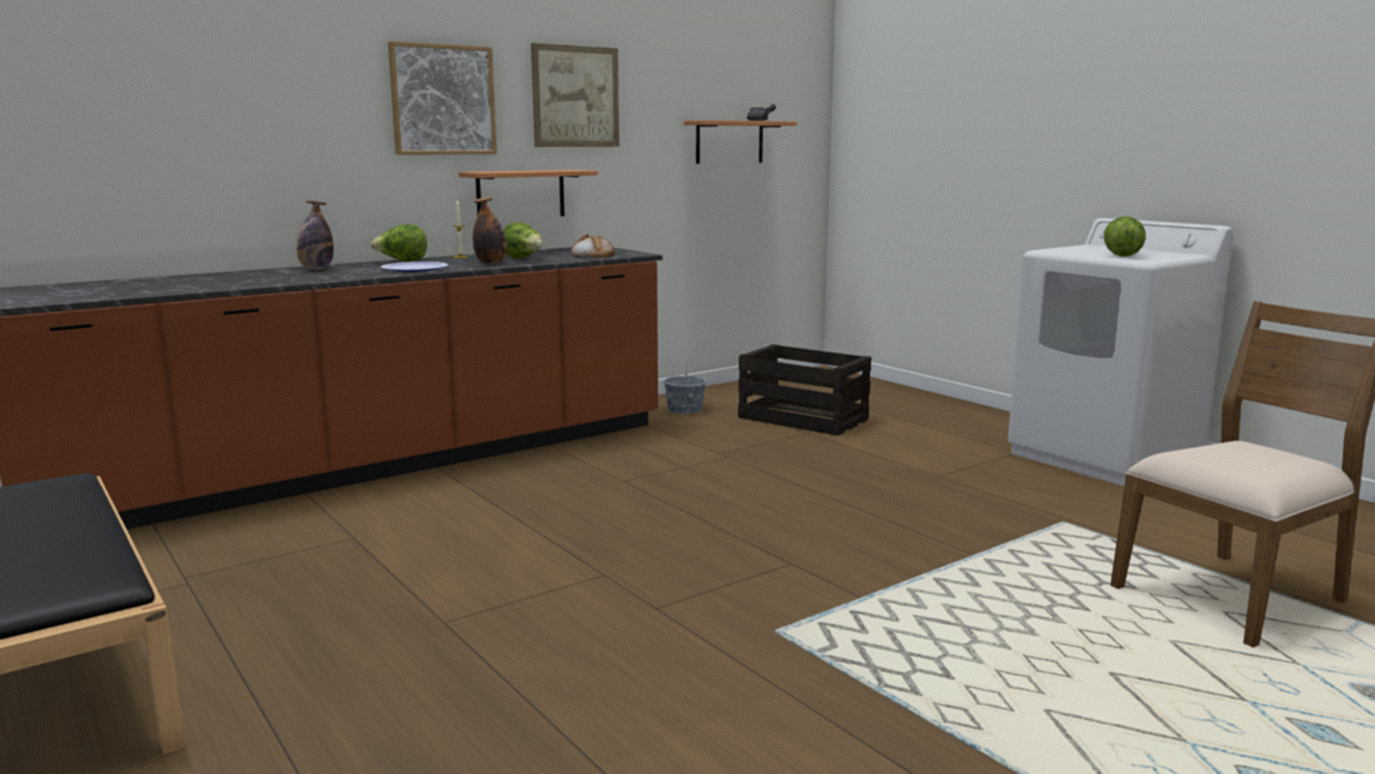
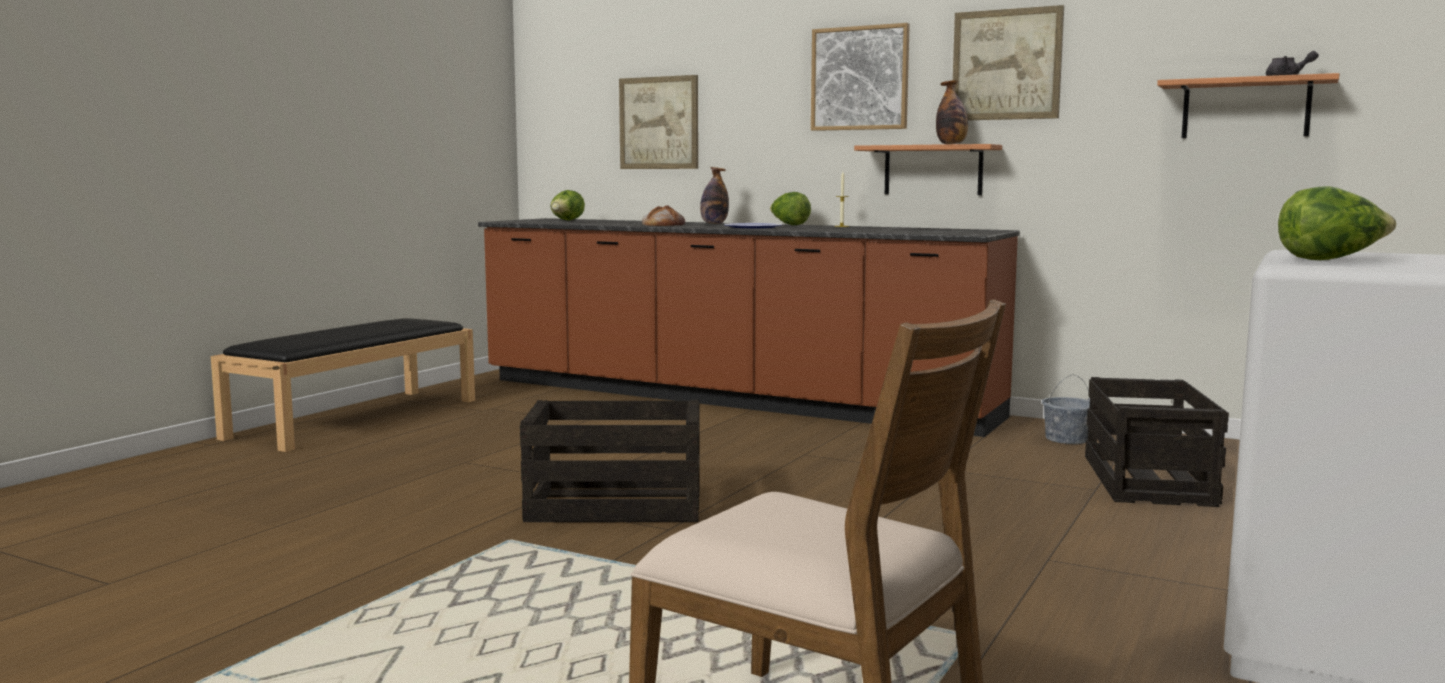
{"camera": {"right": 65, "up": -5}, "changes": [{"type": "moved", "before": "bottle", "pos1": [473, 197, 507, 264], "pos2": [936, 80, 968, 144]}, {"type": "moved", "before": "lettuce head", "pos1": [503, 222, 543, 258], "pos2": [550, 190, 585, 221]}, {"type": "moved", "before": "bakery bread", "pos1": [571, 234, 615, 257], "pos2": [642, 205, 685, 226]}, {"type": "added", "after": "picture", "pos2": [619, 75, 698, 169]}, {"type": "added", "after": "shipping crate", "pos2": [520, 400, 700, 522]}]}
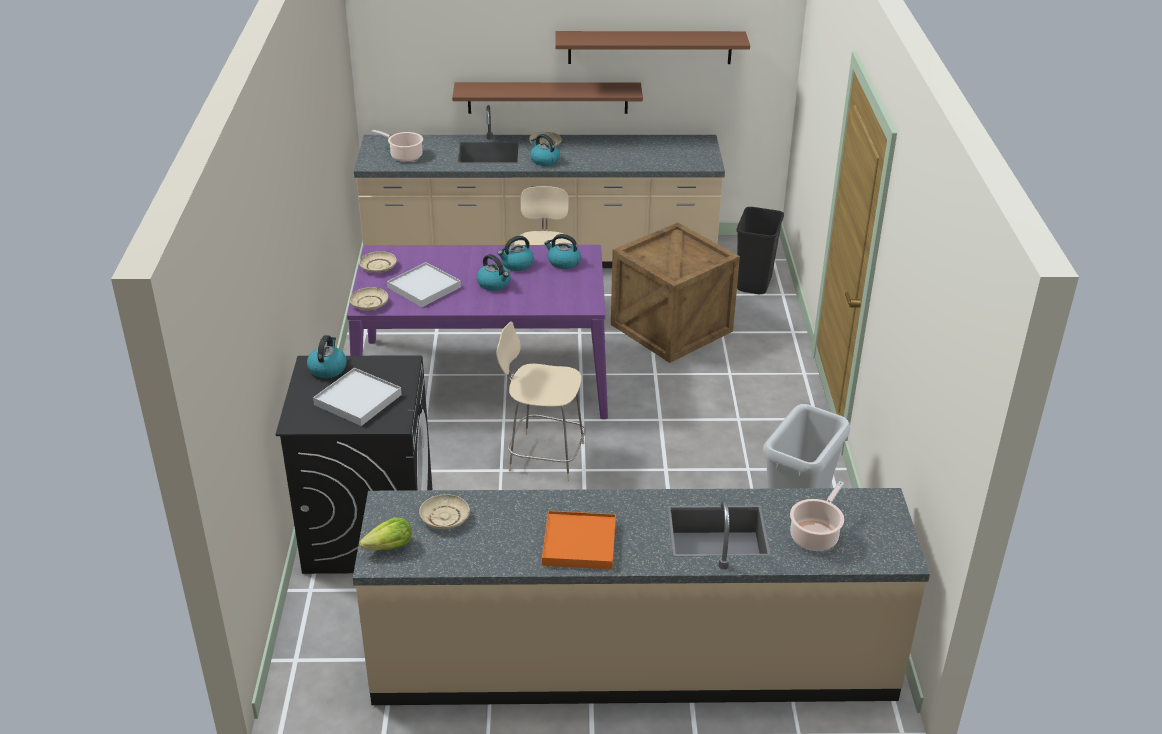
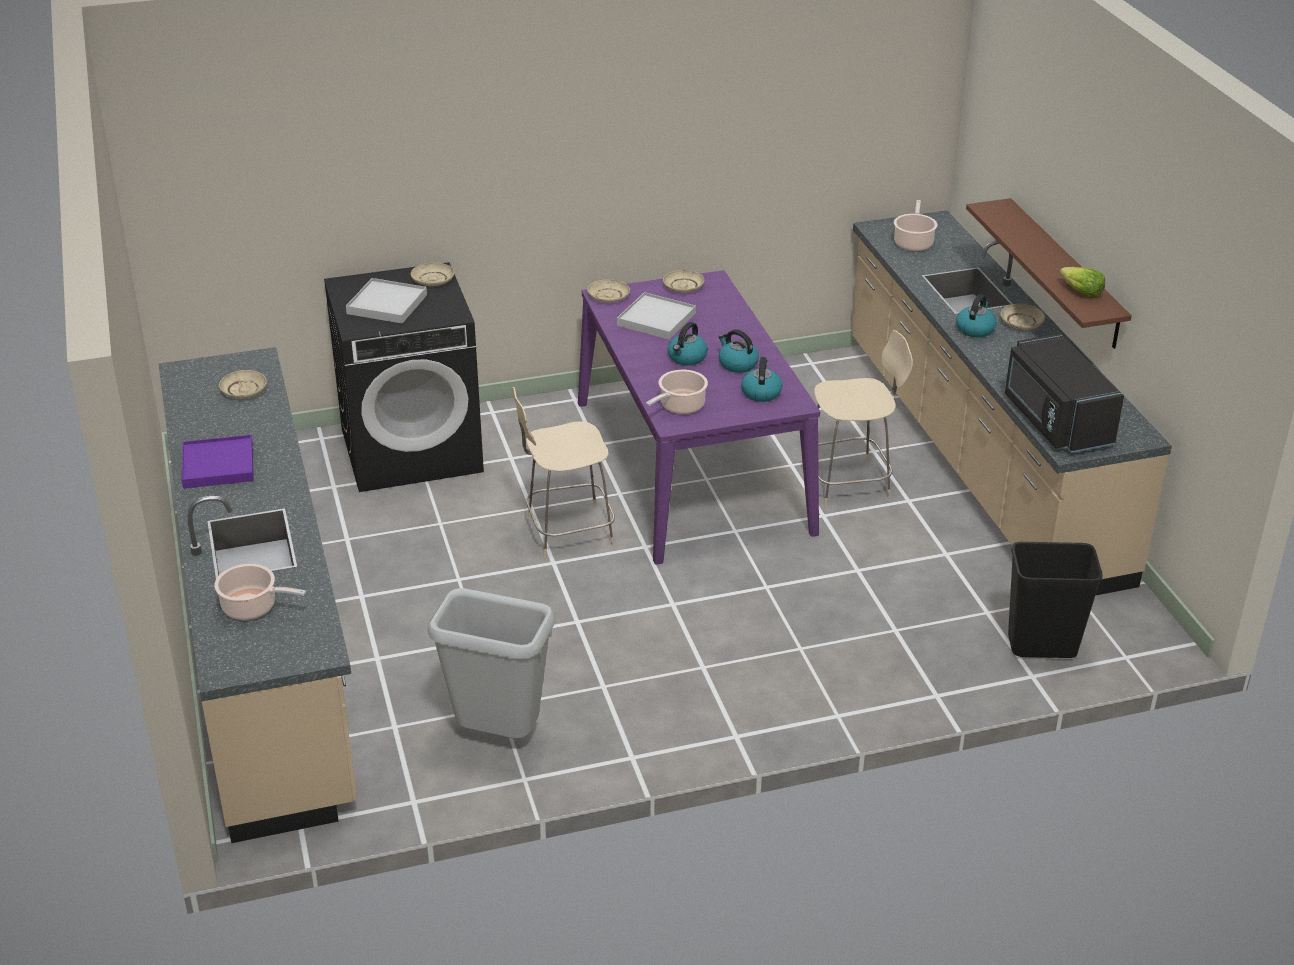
{"camera": {"right": 75, "up": 0}, "changes": [{"type": "removed", "before": "brownish shelf", "pos1": [555, 31, 750, 64]}, {"type": "removed", "before": "shipping crate", "pos1": [611, 222, 740, 363]}, {"type": "turned", "before": "beige-coloured chair", "pos1": [497, 321, 586, 481], "pos2": [512, 387, 615, 558], "turn": -105}, {"type": "replaced", "before": "water kettle", "after": "beige-coloured dinner plate", "pos1": [307, 335, 347, 378], "pos2": [411, 263, 455, 286]}, {"type": "recoloured", "before": "orange tray", "after": "purplish tray", "pos1": [542, 511, 616, 569], "pos2": [182, 435, 254, 489]}, {"type": "moved", "before": "lettuce head", "pos1": [359, 517, 412, 550], "pos2": [1060, 267, 1105, 297]}, {"type": "added", "after": "blackish microwave", "pos2": [1005, 334, 1124, 453]}, {"type": "added", "after": "stockpot", "pos2": [646, 370, 708, 414]}]}
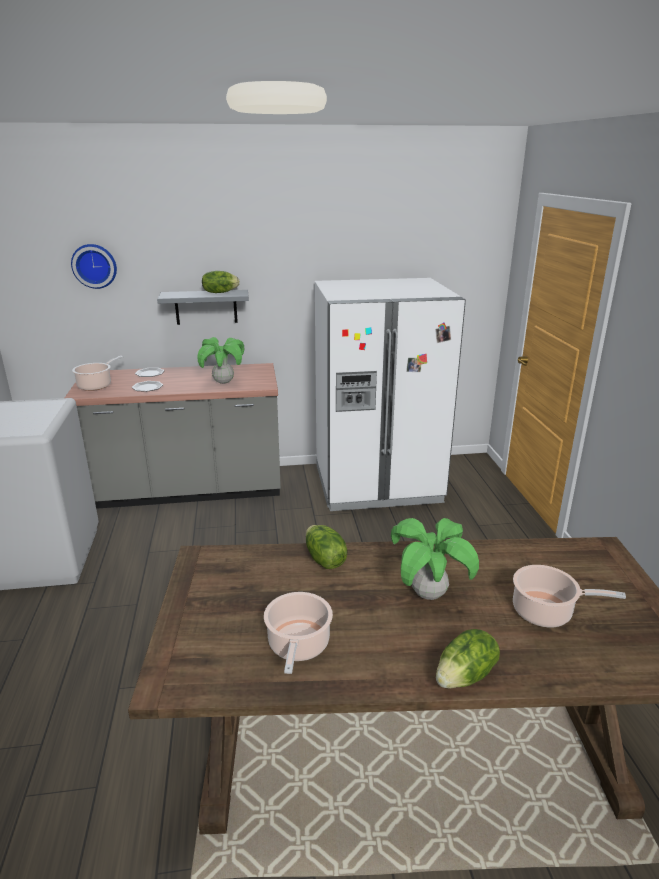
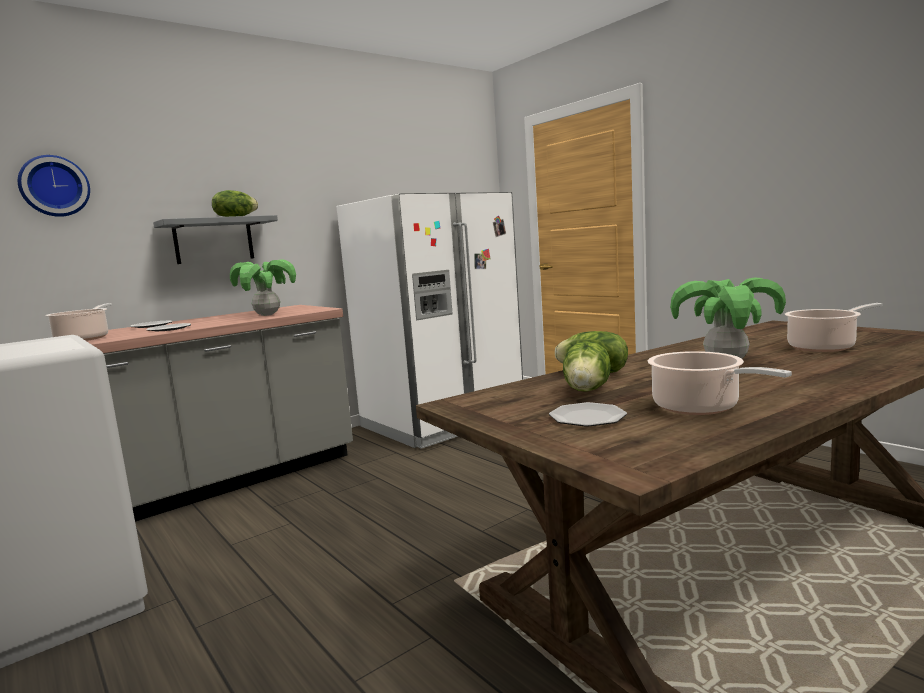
{"camera": {"right": -30, "up": -15}, "changes": [{"type": "moved", "before": "lettuce head", "pos1": [436, 629, 500, 688], "pos2": [563, 341, 611, 392]}, {"type": "added", "after": "dinner plate", "pos2": [549, 402, 627, 427]}]}
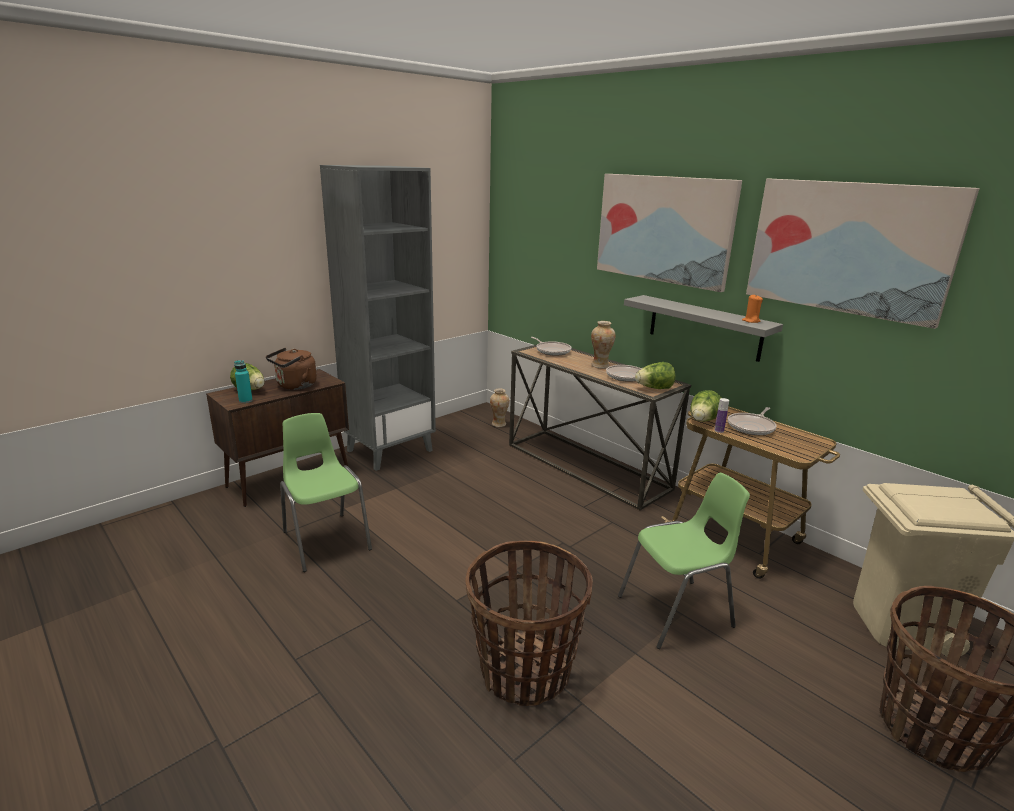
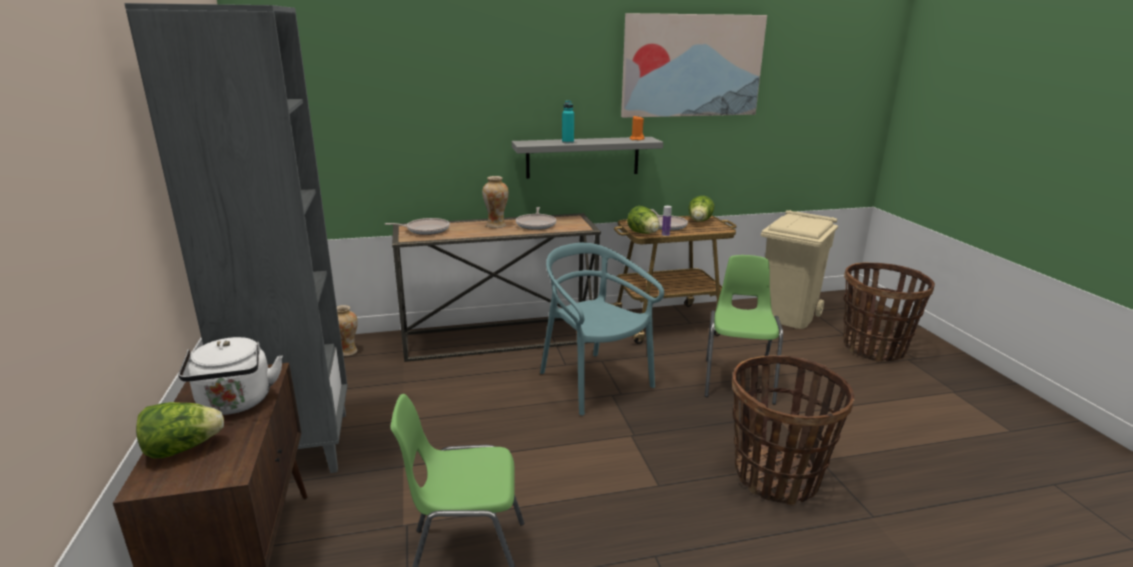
{"camera": {"right": -60, "up": 0}, "changes": [{"type": "removed", "before": "picture", "pos1": [597, 174, 742, 292]}, {"type": "recoloured", "before": "brownish water kettle", "after": "white water kettle", "pos1": [266, 348, 317, 390], "pos2": [178, 337, 283, 415]}, {"type": "moved", "before": "turquoise bottle", "pos1": [234, 360, 252, 403], "pos2": [562, 100, 574, 143]}, {"type": "moved", "before": "lettuce head", "pos1": [635, 362, 675, 389], "pos2": [689, 196, 714, 222]}, {"type": "added", "after": "turquoise chair", "pos2": [540, 242, 664, 415]}]}
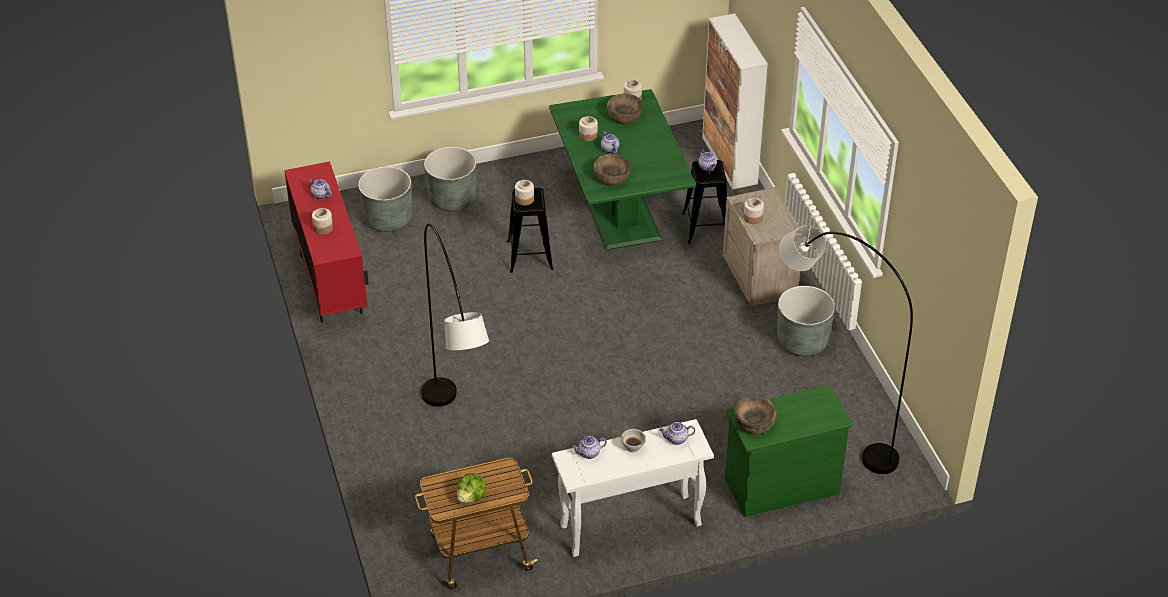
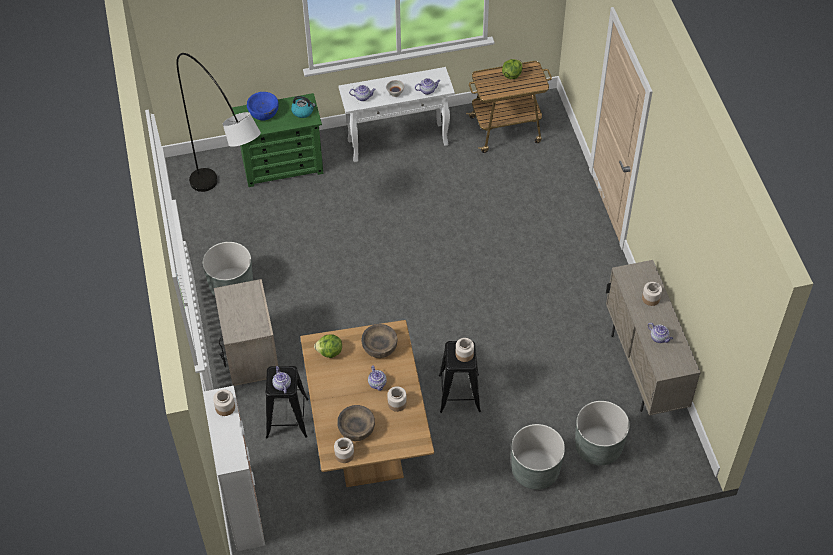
{"camera": {"right": -175, "up": 10}, "changes": [{"type": "recoloured", "before": "greenish dining table", "after": "brownish dining table", "pos1": [549, 89, 696, 250], "pos2": [300, 320, 434, 487]}, {"type": "recoloured", "before": "red-coloured cabinet", "after": "beige-coloured cabinet", "pos1": [284, 161, 369, 323], "pos2": [606, 260, 701, 416]}, {"type": "moved", "before": "jar", "pos1": [744, 198, 764, 224], "pos2": [213, 390, 235, 416]}, {"type": "removed", "before": "gray floor lamp", "pos1": [421, 224, 489, 407]}, {"type": "replaced", "before": "brownish deep dish", "after": "water kettle", "pos1": [734, 396, 777, 434], "pos2": [291, 96, 316, 118]}, {"type": "added", "after": "blue-coloured deep dish", "pos2": [247, 92, 279, 120]}, {"type": "added", "after": "lettuce head", "pos2": [314, 334, 342, 358]}]}
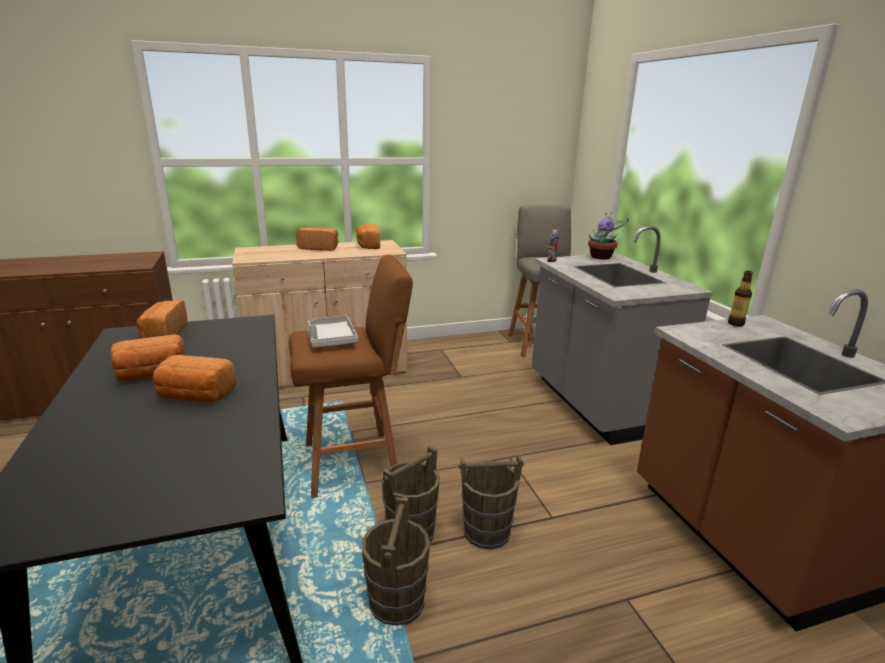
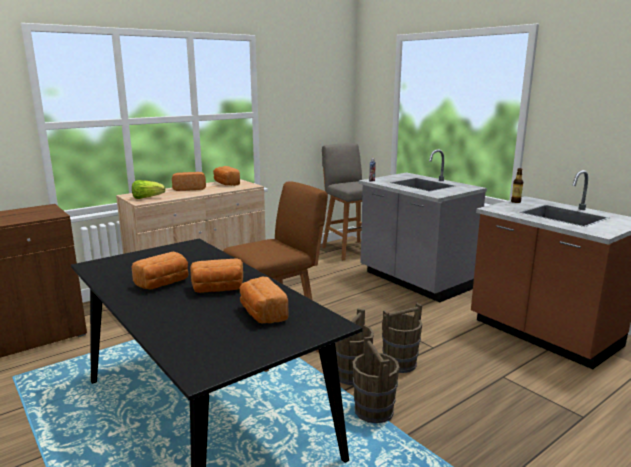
{"camera": {"right": -20, "up": -5}, "changes": [{"type": "removed", "before": "plant in a pot", "pos1": [588, 212, 629, 260]}, {"type": "moved", "before": "bakery bread", "pos1": [136, 300, 187, 339], "pos2": [240, 276, 288, 323]}, {"type": "removed", "before": "gray tray", "pos1": [308, 316, 358, 347]}, {"type": "added", "after": "lettuce head", "pos2": [132, 180, 166, 199]}]}
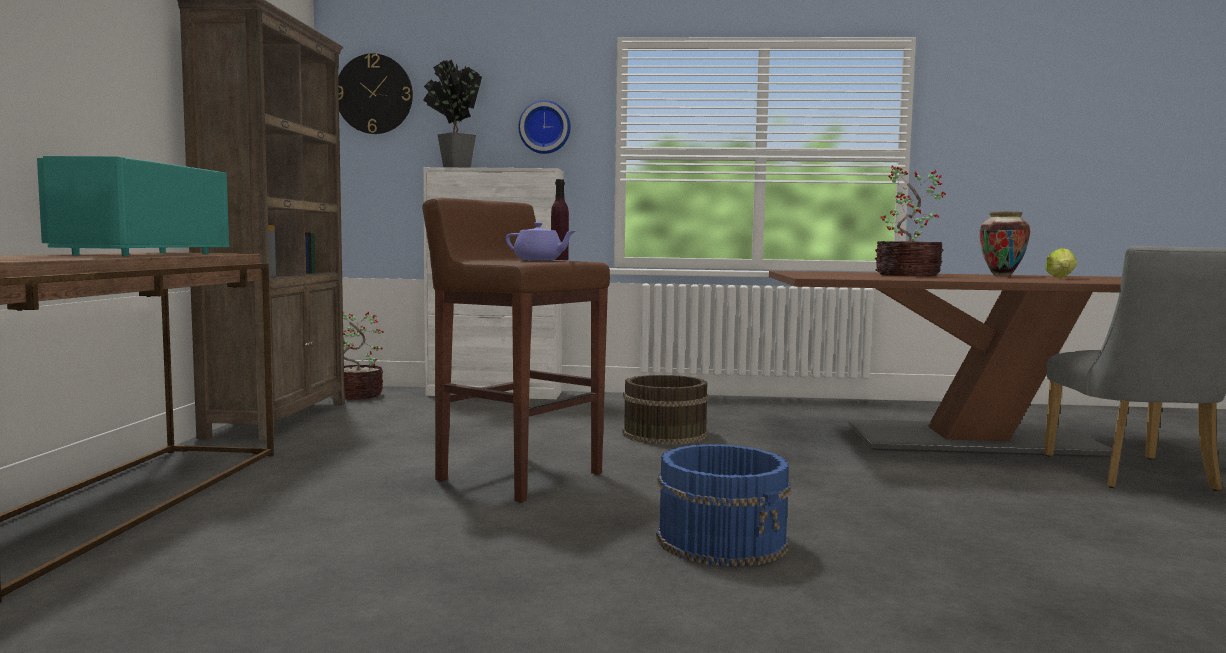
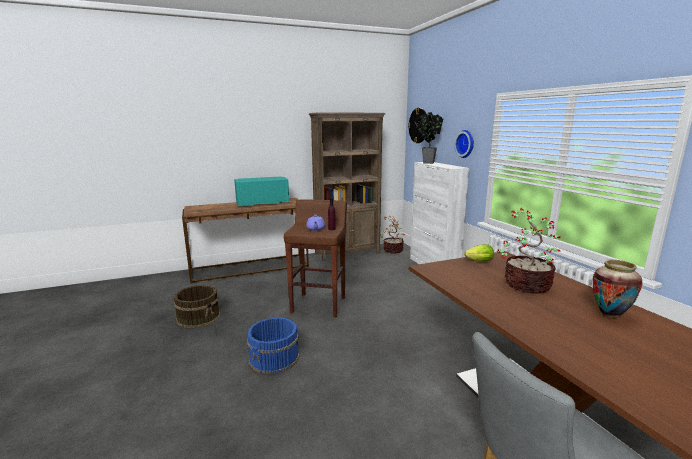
{"camera": {"right": 65, "up": 10}, "changes": [{"type": "moved", "before": "lettuce head", "pos1": [1045, 248, 1077, 278], "pos2": [464, 244, 494, 262]}, {"type": "moved", "before": "brownish pail", "pos1": [622, 375, 709, 445], "pos2": [174, 285, 220, 328]}]}
